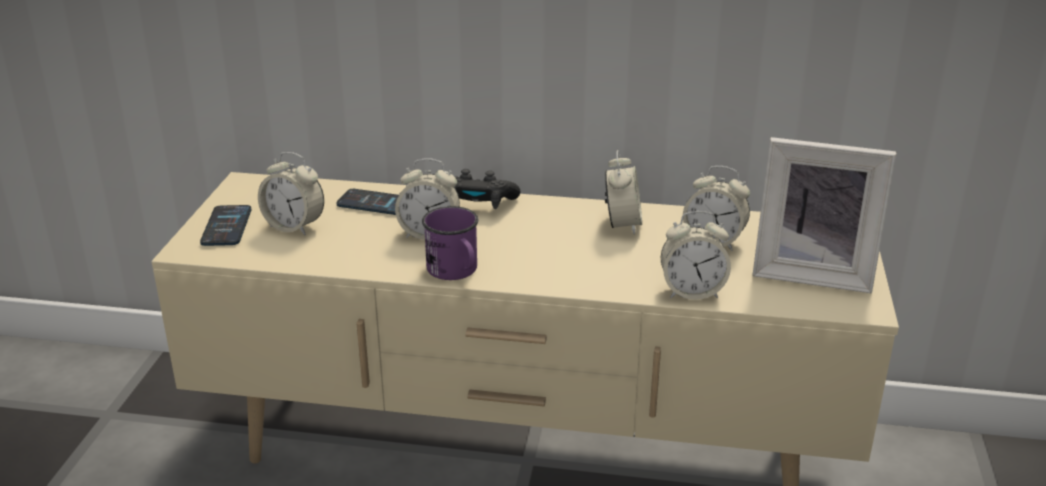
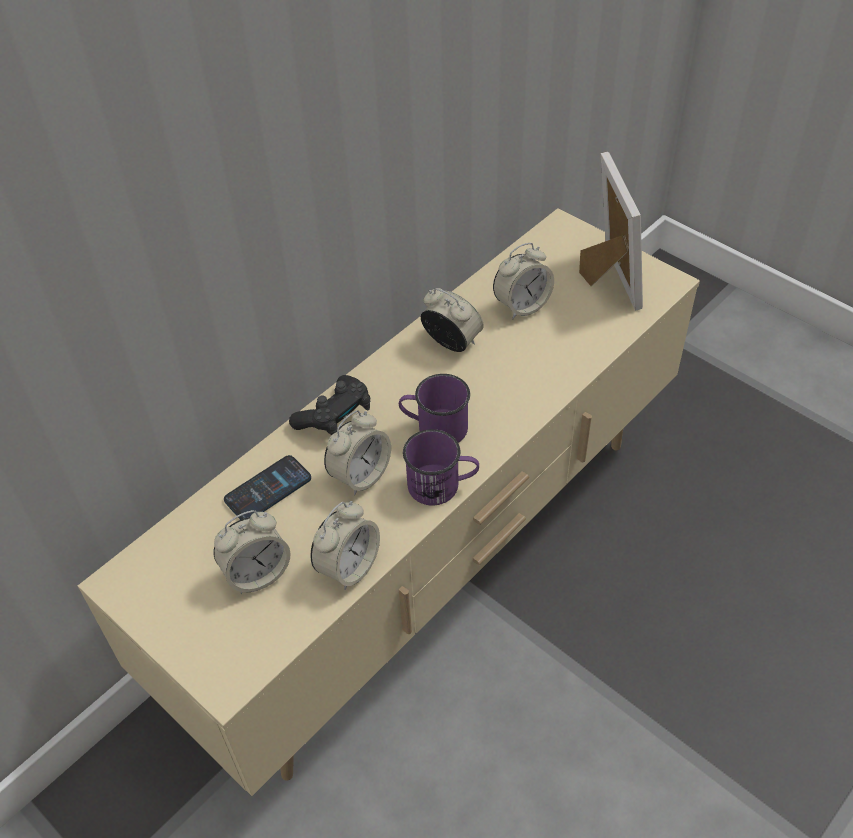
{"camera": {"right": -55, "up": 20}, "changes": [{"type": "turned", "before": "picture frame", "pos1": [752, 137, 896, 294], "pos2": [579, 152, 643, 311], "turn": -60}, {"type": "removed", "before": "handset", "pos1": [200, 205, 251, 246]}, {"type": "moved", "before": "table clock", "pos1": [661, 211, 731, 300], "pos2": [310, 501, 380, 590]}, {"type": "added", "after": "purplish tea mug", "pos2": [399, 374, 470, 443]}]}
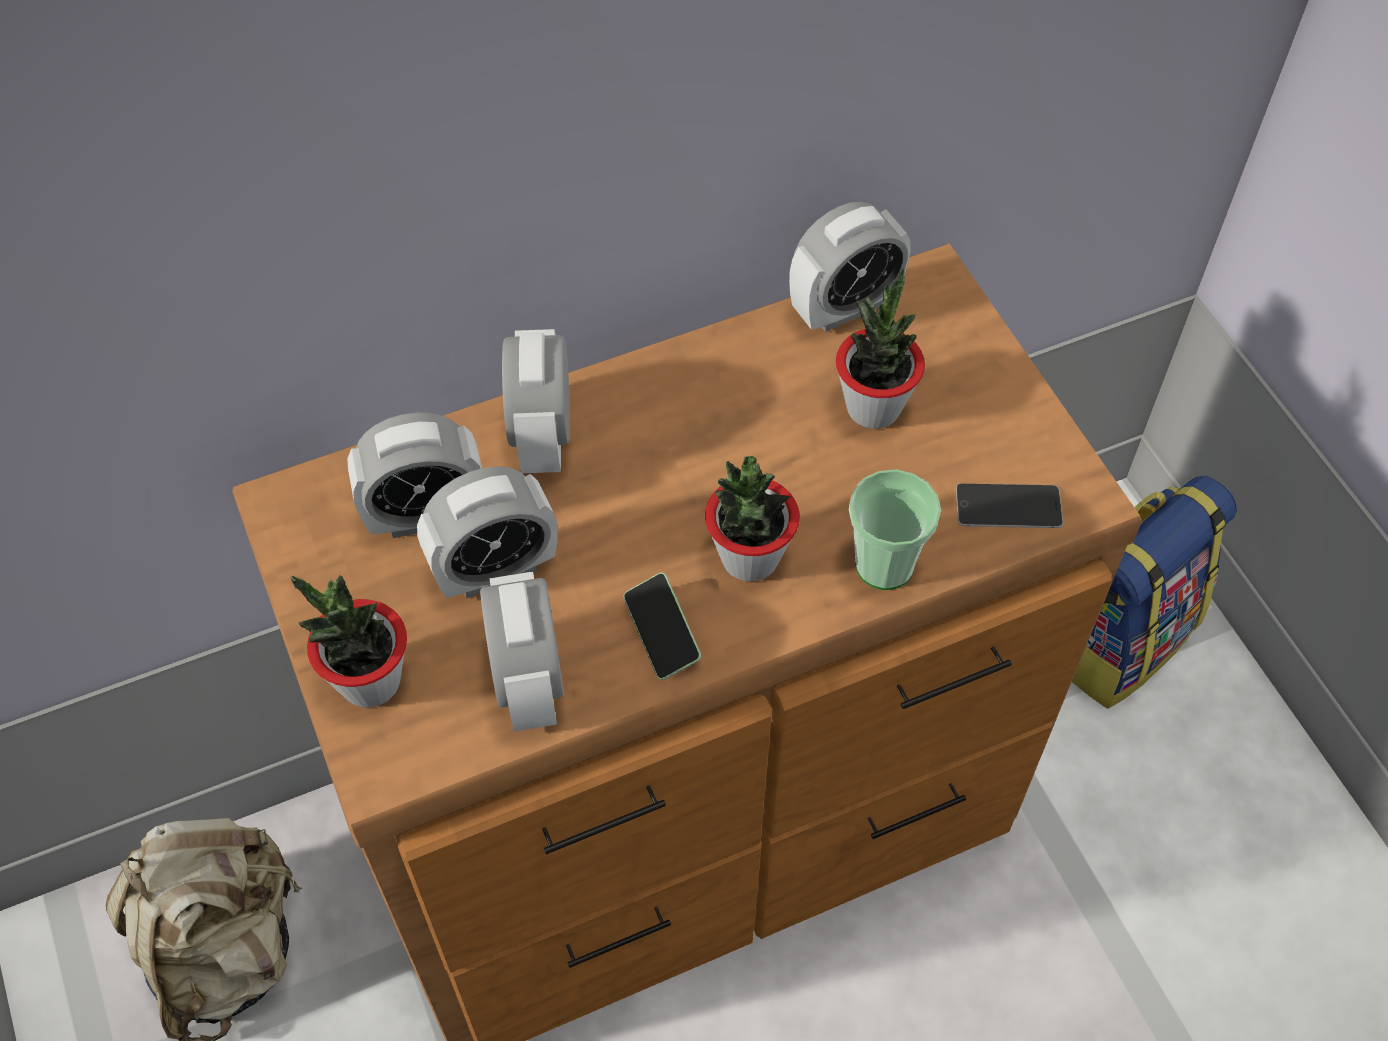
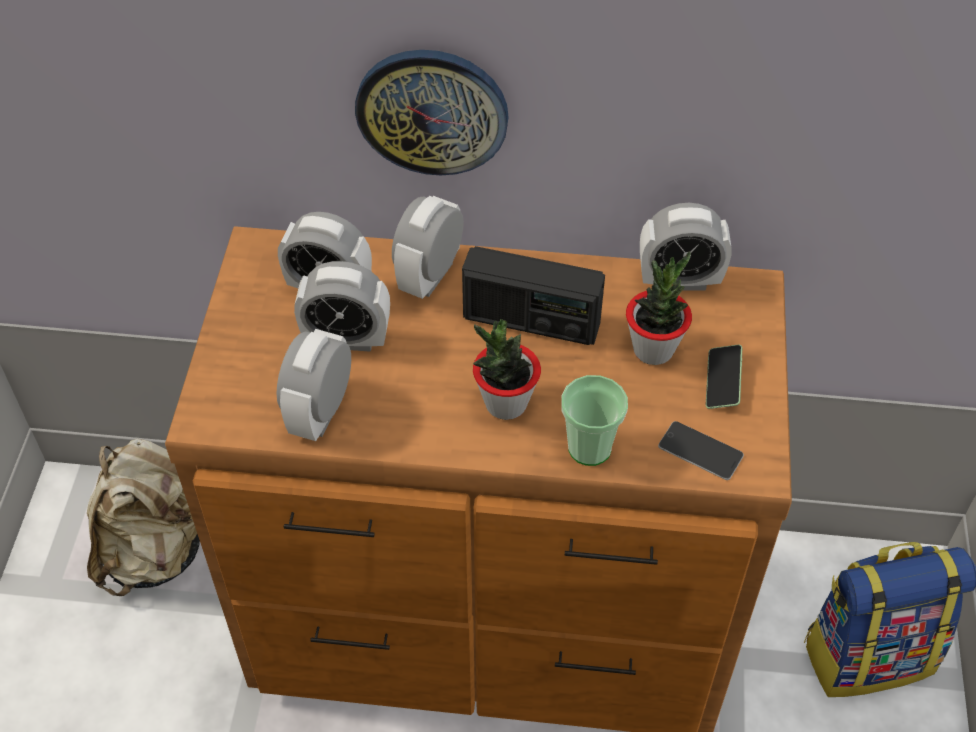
{"camera": {"right": 30, "up": -5}, "changes": [{"type": "moved", "before": "handset", "pos1": [623, 572, 701, 680], "pos2": [706, 345, 742, 409]}, {"type": "removed", "before": "plant in a pot", "pos1": [291, 575, 407, 708]}, {"type": "added", "after": "wall clock", "pos2": [355, 50, 509, 175]}, {"type": "added", "after": "radio receiver", "pos2": [462, 246, 605, 345]}]}
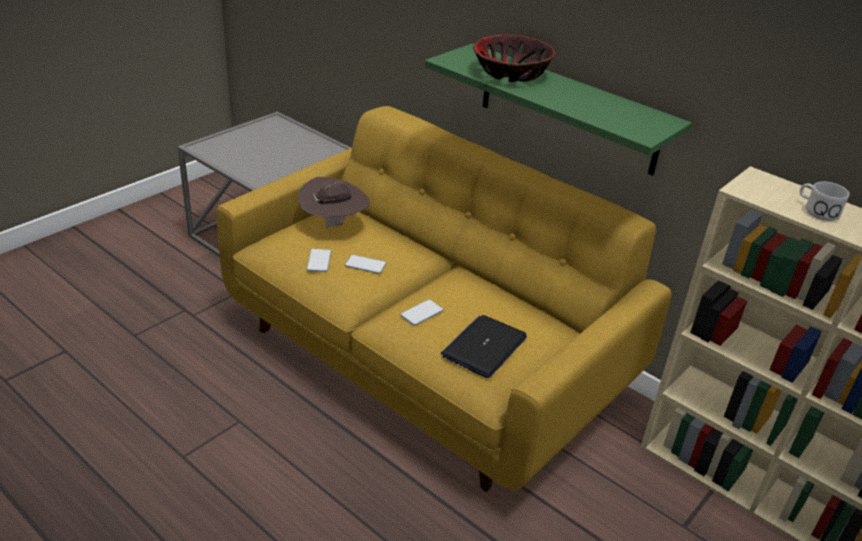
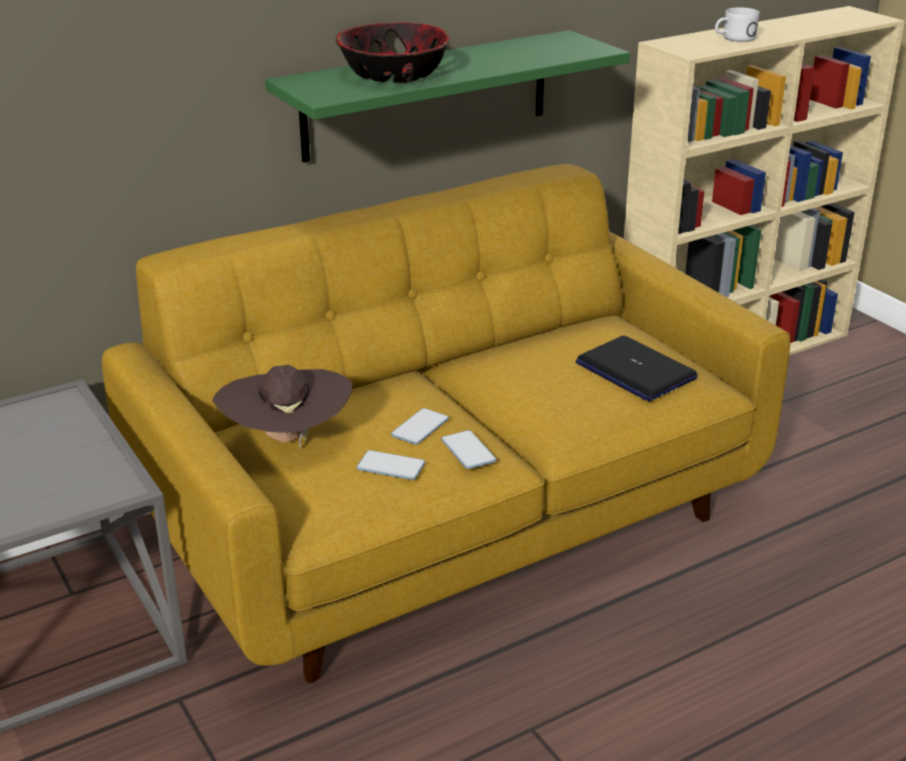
{"camera": {"right": -70, "up": -5}, "changes": [{"type": "moved", "before": "handset", "pos1": [400, 299, 444, 326], "pos2": [441, 430, 496, 469]}]}
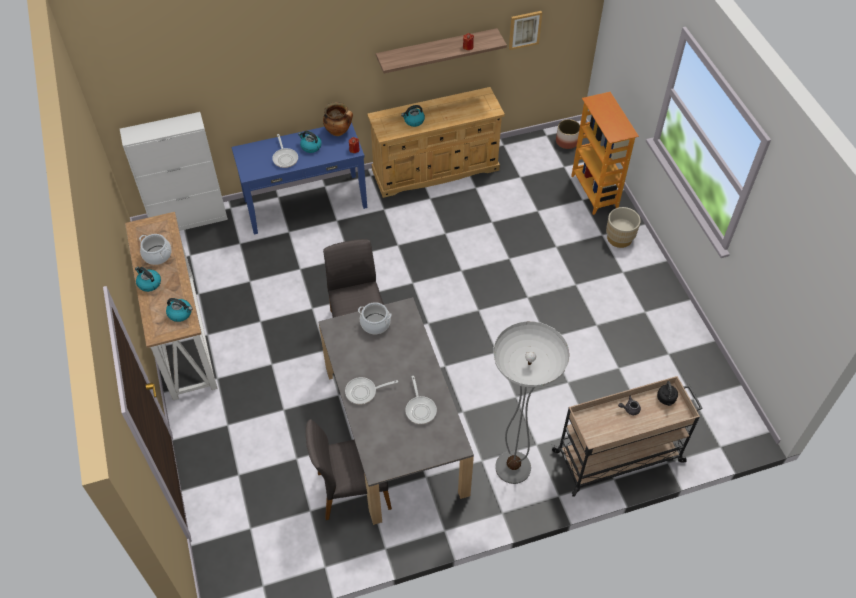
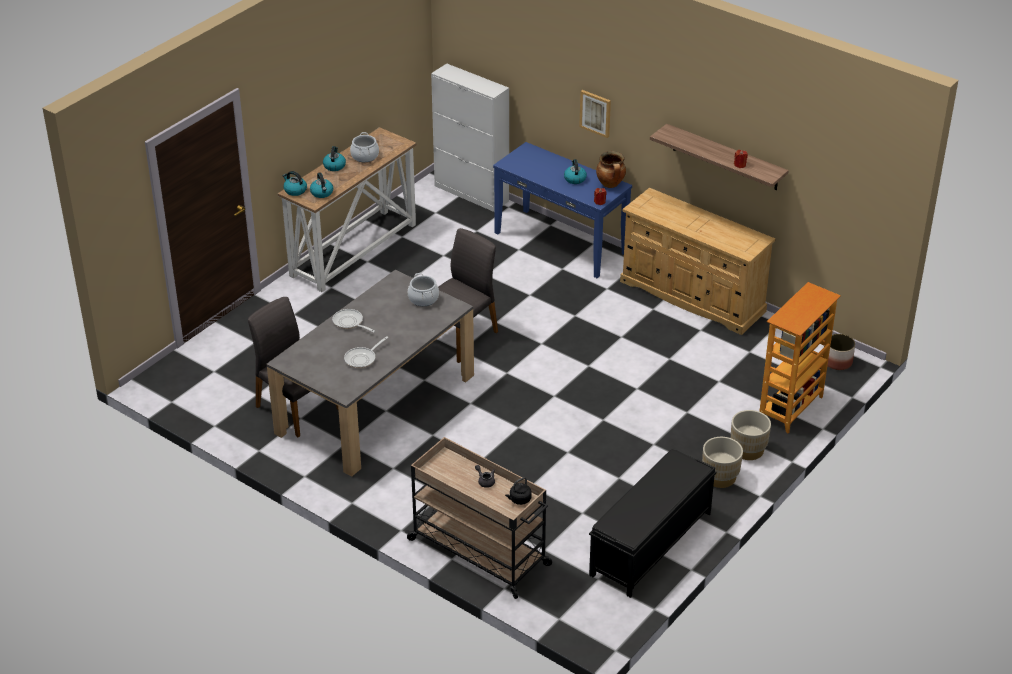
{"camera": {"right": 55, "up": -15}, "changes": [{"type": "moved", "before": "picture", "pos1": [509, 11, 542, 50], "pos2": [579, 90, 611, 138]}, {"type": "moved", "before": "water kettle", "pos1": [401, 105, 425, 127], "pos2": [283, 171, 307, 196]}, {"type": "removed", "before": "frying pan", "pos1": [272, 134, 298, 168]}, {"type": "removed", "before": "floor lamp", "pos1": [493, 321, 570, 484]}, {"type": "added", "after": "beige-coloured planter", "pos2": [702, 437, 743, 488]}, {"type": "added", "after": "blackish bench", "pos2": [589, 449, 717, 598]}]}
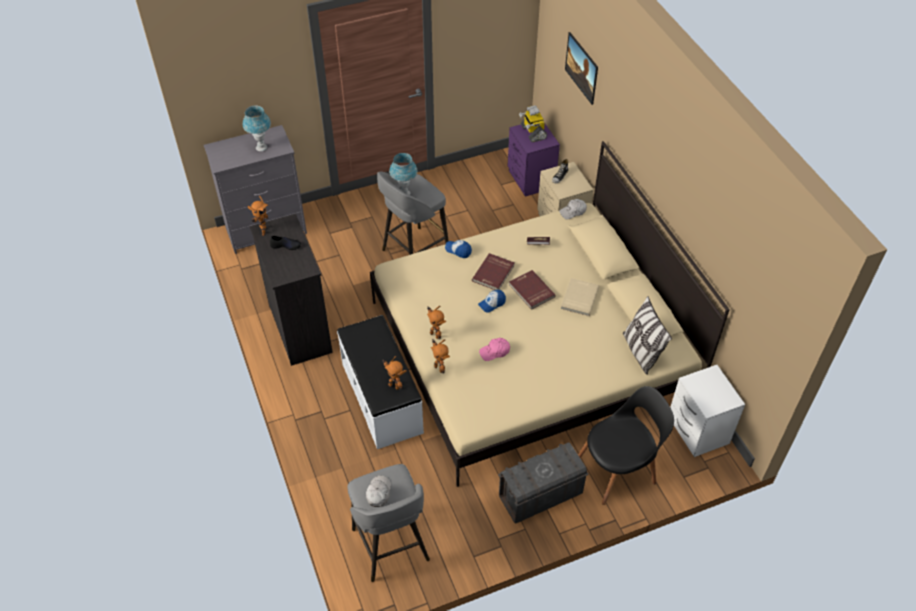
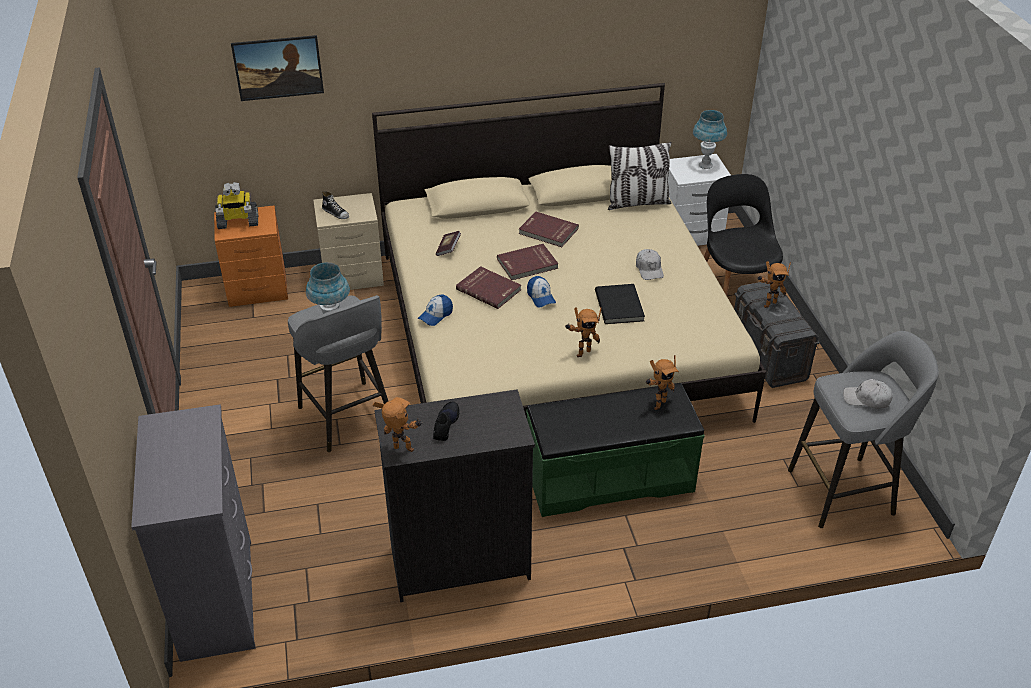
{"camera": {"right": -80, "up": -10}, "changes": [{"type": "moved", "before": "blue-coloured table lamp", "pos1": [243, 106, 271, 151], "pos2": [693, 110, 727, 169]}, {"type": "recoloured", "before": "purplish bedside table", "after": "orange bedside table", "pos1": [508, 124, 560, 197], "pos2": [214, 205, 288, 307]}, {"type": "moved", "before": "white cap", "pos1": [559, 199, 587, 219], "pos2": [636, 249, 664, 280]}, {"type": "recoloured", "before": "beige-coloured bound book", "after": "red-coloured bound book", "pos1": [561, 278, 599, 316], "pos2": [519, 211, 579, 247]}, {"type": "recoloured", "before": "white bench", "after": "greenish bench", "pos1": [337, 315, 424, 449], "pos2": [526, 383, 704, 517]}, {"type": "replaced", "before": "pink cap", "after": "blackish bound book", "pos1": [479, 338, 510, 361], "pos2": [595, 284, 645, 324]}, {"type": "moved", "before": "model robot", "pos1": [431, 339, 450, 373], "pos2": [758, 261, 791, 308]}]}
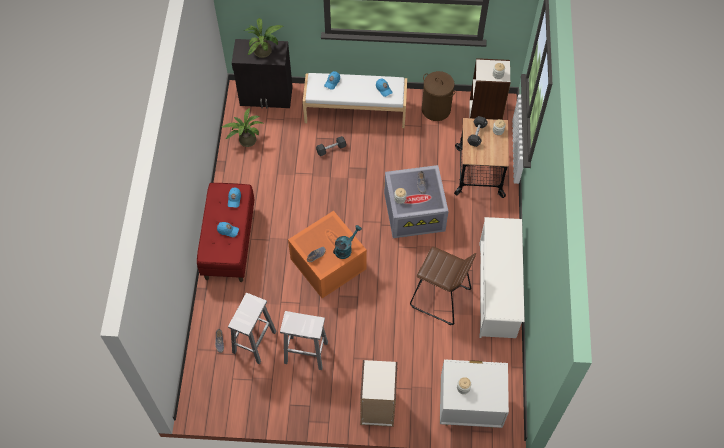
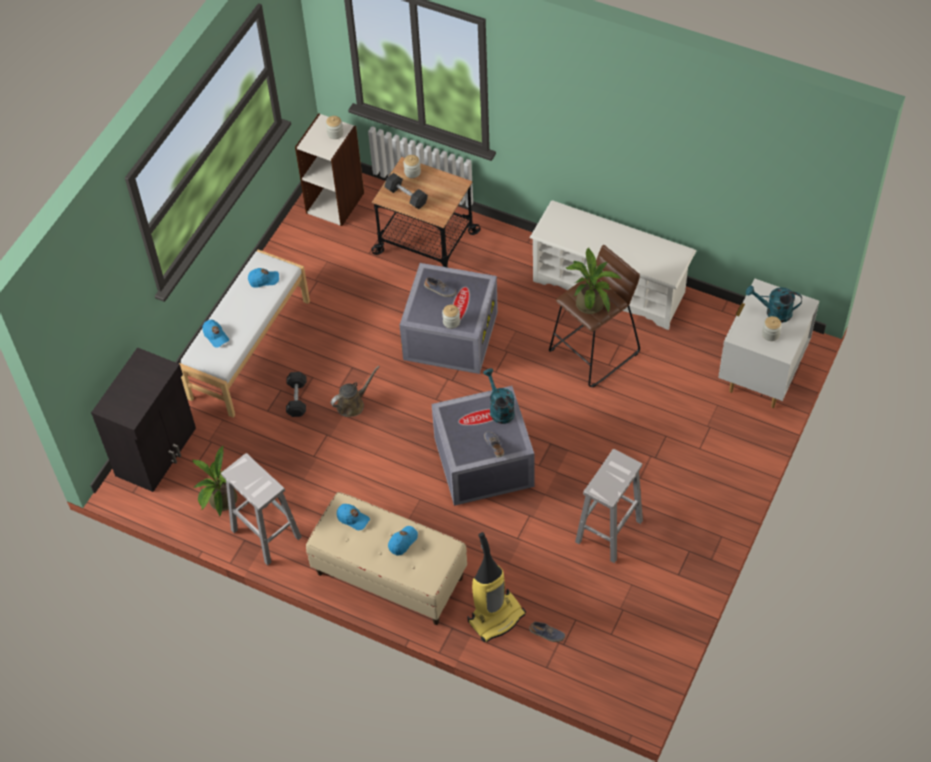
{"camera": {"right": -65, "up": -5}, "changes": [{"type": "moved", "before": "plant in a pot", "pos1": [244, 18, 283, 58], "pos2": [565, 248, 621, 314]}, {"type": "removed", "before": "brownish washing basket", "pos1": [422, 71, 456, 121]}, {"type": "recoloured", "before": "red-coloured bench", "after": "beige-coloured bench", "pos1": [197, 183, 255, 282], "pos2": [306, 492, 467, 625]}, {"type": "recoloured", "before": "orange storage box", "after": "gray storage box", "pos1": [288, 211, 367, 298], "pos2": [432, 386, 534, 506]}, {"type": "moved", "before": "white stool", "pos1": [228, 293, 277, 364], "pos2": [221, 453, 302, 565]}, {"type": "removed", "before": "bookshelf", "pos1": [360, 360, 397, 427]}, {"type": "added", "after": "turquoise watering can", "pos2": [746, 285, 802, 323]}, {"type": "added", "after": "brownish watering can", "pos2": [331, 366, 380, 417]}, {"type": "added", "after": "vacuum", "pos2": [467, 532, 526, 642]}]}
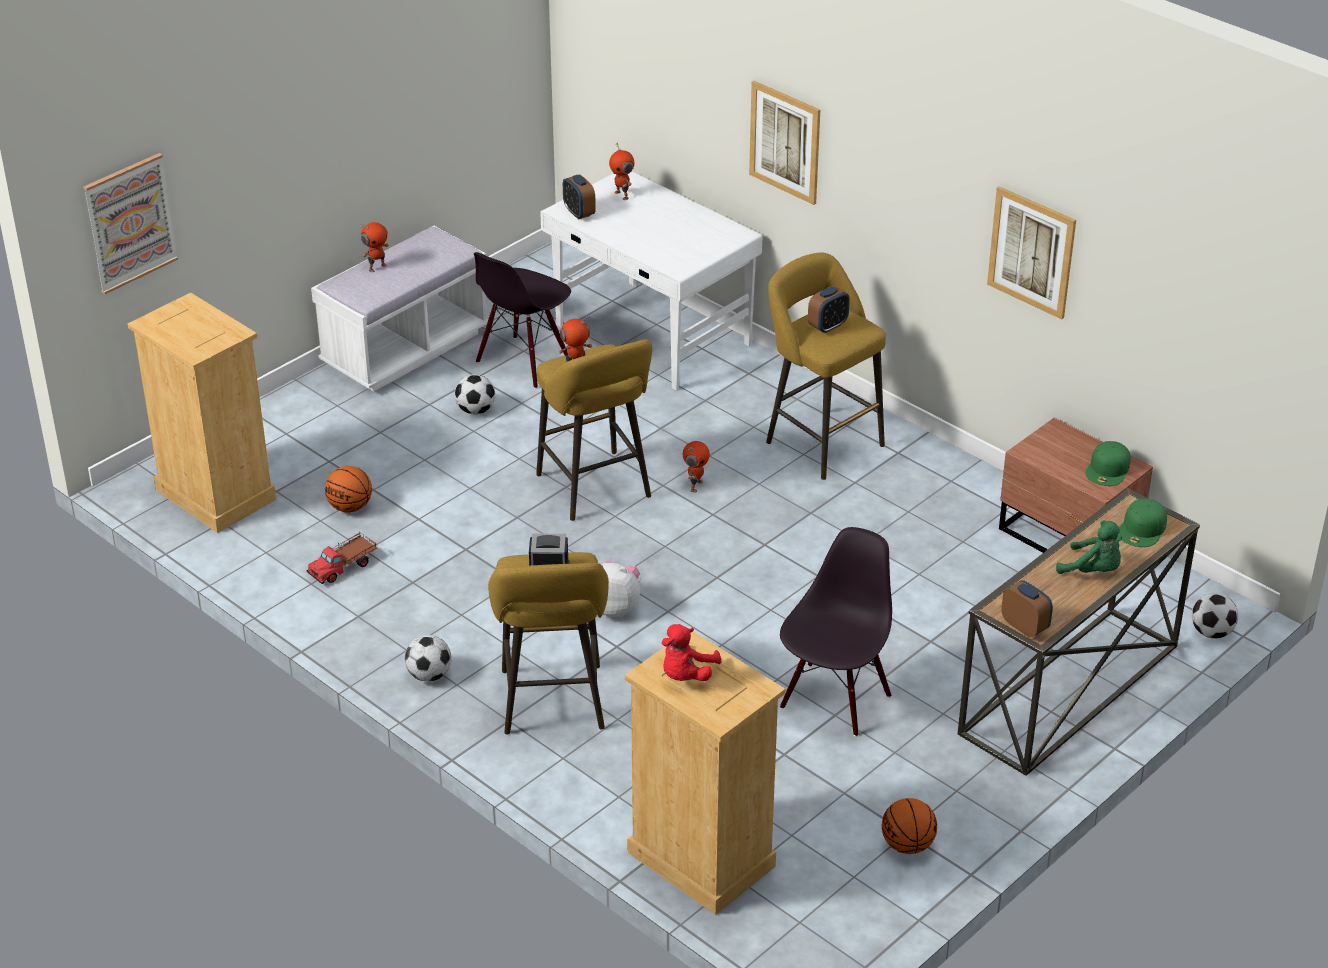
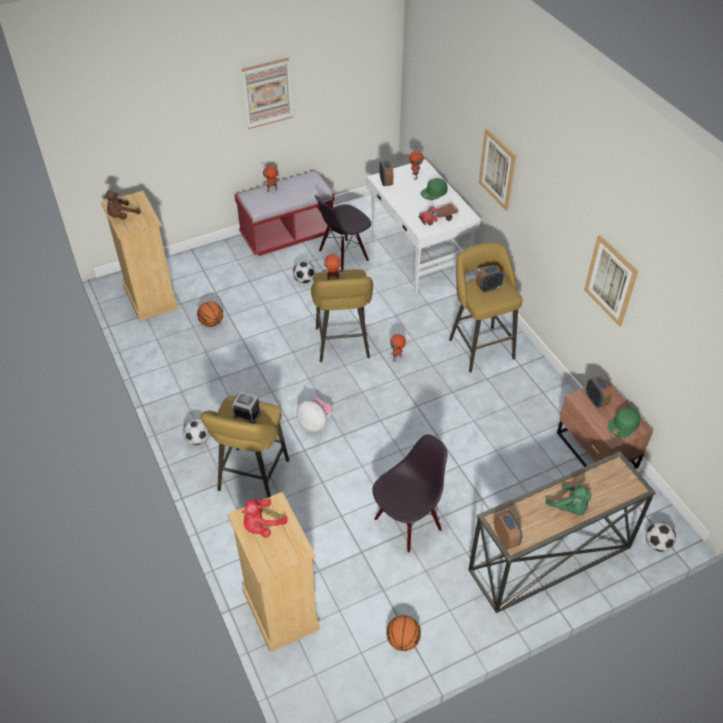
{"camera": {"right": 20, "up": 10}, "changes": [{"type": "moved", "before": "picture", "pos1": [83, 153, 178, 294], "pos2": [242, 58, 293, 129]}, {"type": "recoloured", "before": "white bench", "after": "red-coloured bench", "pos1": [311, 226, 488, 391], "pos2": [234, 170, 334, 256]}, {"type": "moved", "before": "greenish cap", "pos1": [1119, 499, 1167, 547], "pos2": [421, 178, 448, 200]}, {"type": "moved", "before": "model truck", "pos1": [306, 532, 377, 584], "pos2": [418, 202, 459, 225]}, {"type": "added", "after": "brownish soft toy", "pos2": [104, 190, 141, 219]}, {"type": "added", "after": "table clock", "pos2": [586, 376, 612, 408]}]}
